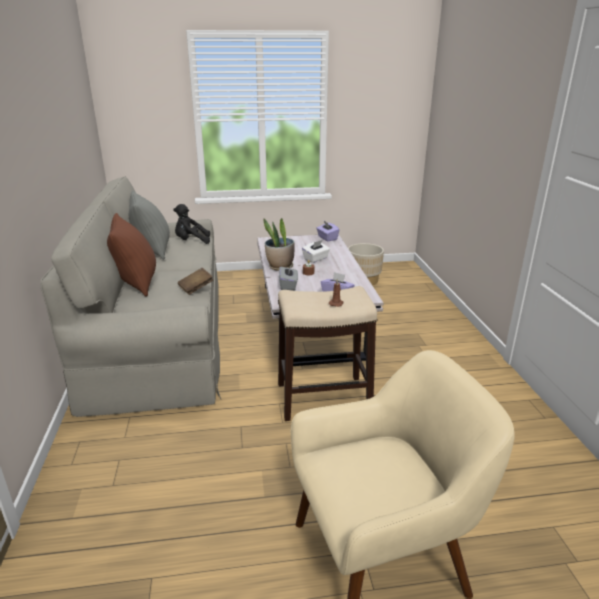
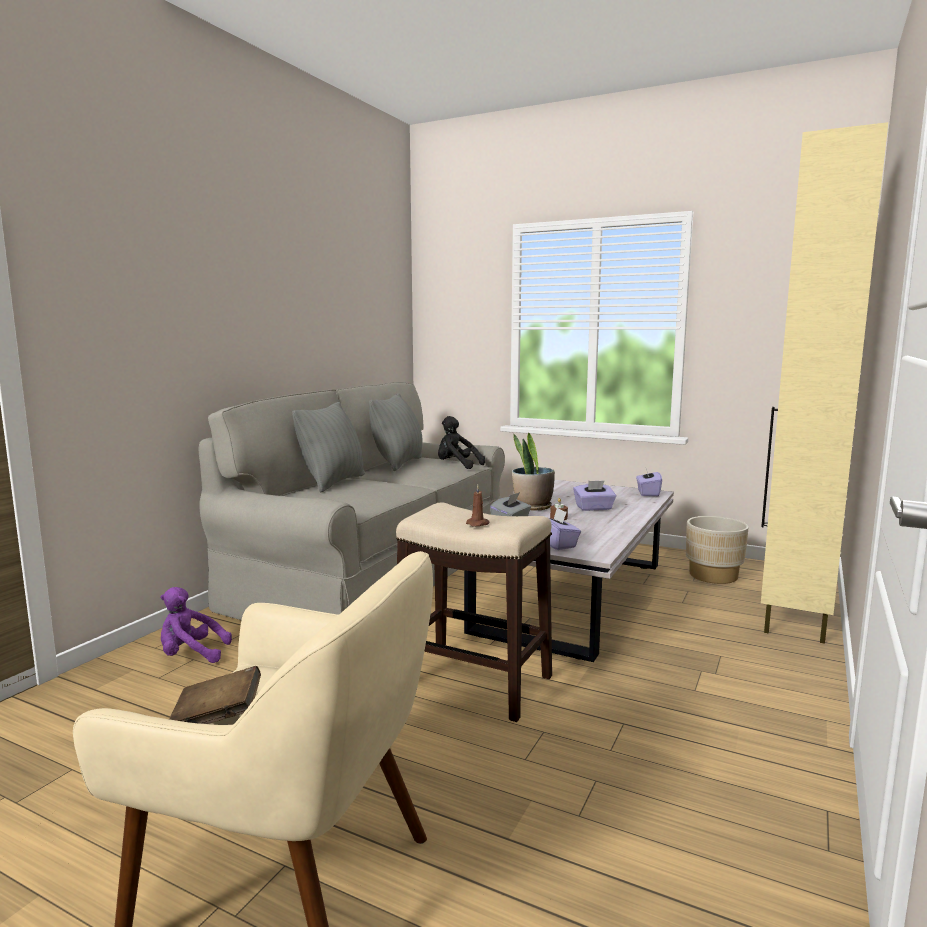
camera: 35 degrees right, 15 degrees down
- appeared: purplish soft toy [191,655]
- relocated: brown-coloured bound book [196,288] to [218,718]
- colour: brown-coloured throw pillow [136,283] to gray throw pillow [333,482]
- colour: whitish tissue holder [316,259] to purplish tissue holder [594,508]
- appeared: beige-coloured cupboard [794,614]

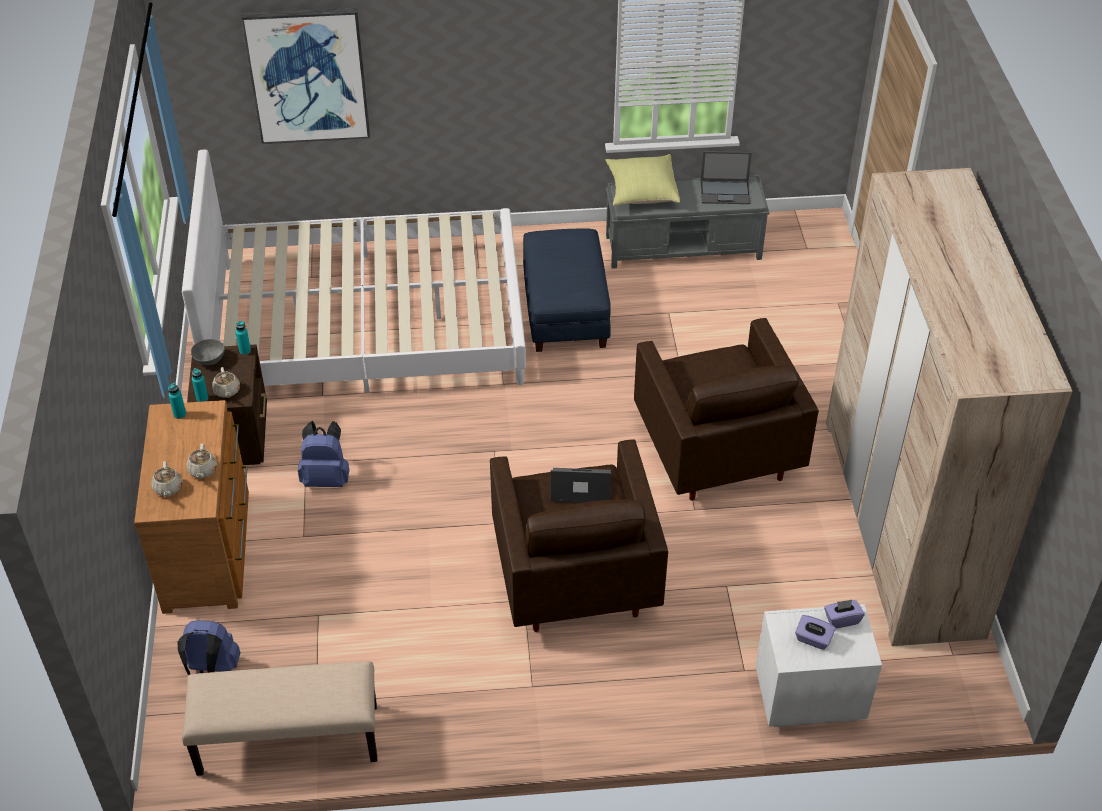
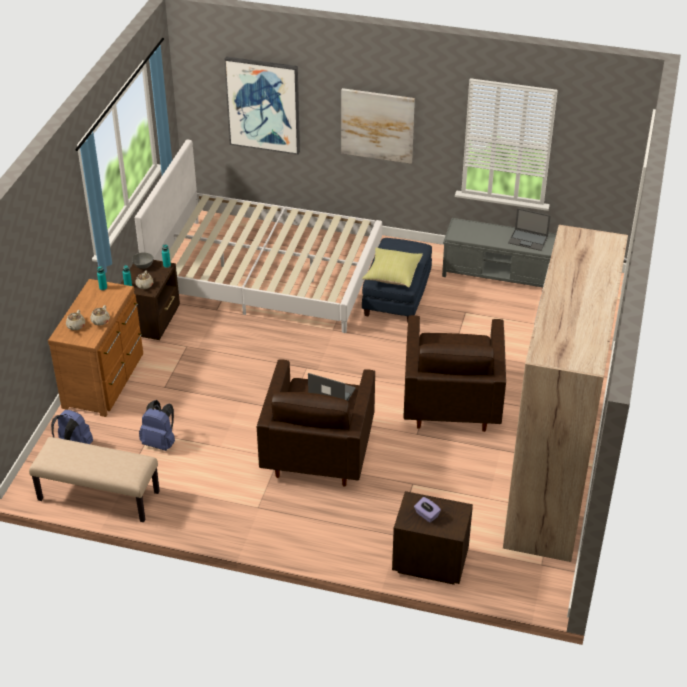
camera: 20 degrees right, 5 degrees down
- relocated: blue-coloured rucksack [326,478] to [160,442]
- appeared: picture [377,125]
- relocated: yellow throw pillow [641,192] to [392,275]
- colour: whitish nightstand [807,697] to brown-coloured nightstand [429,562]
- missing: purplish tissue holder [842,619]

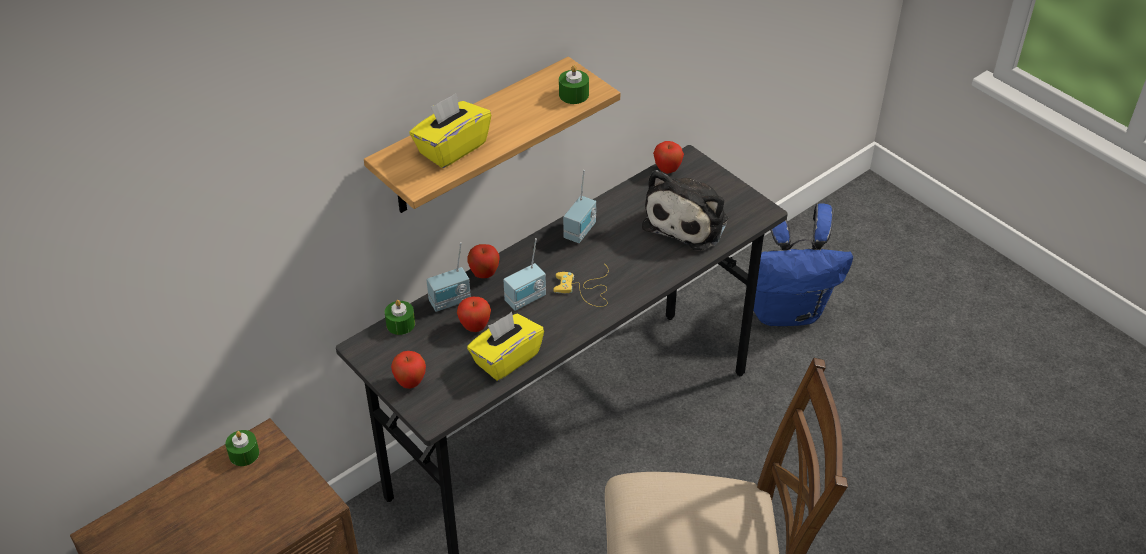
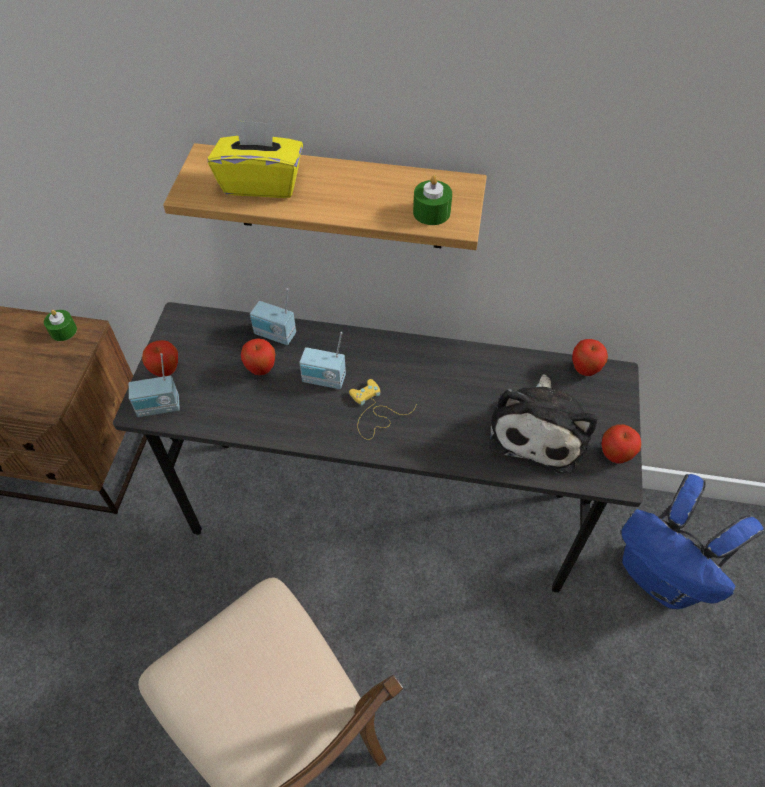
camera: 50 degrees right, 10 degrees up
- relocated: radio [581,231] to [159,408]
- spun: soft toy [689,221] = [539,429] 60 degrees counterclockwise
- relocated: whole apple [484,274] to [614,455]
- missing: green wax light [400,324]
- missing: yellow tissue holder [506,359]

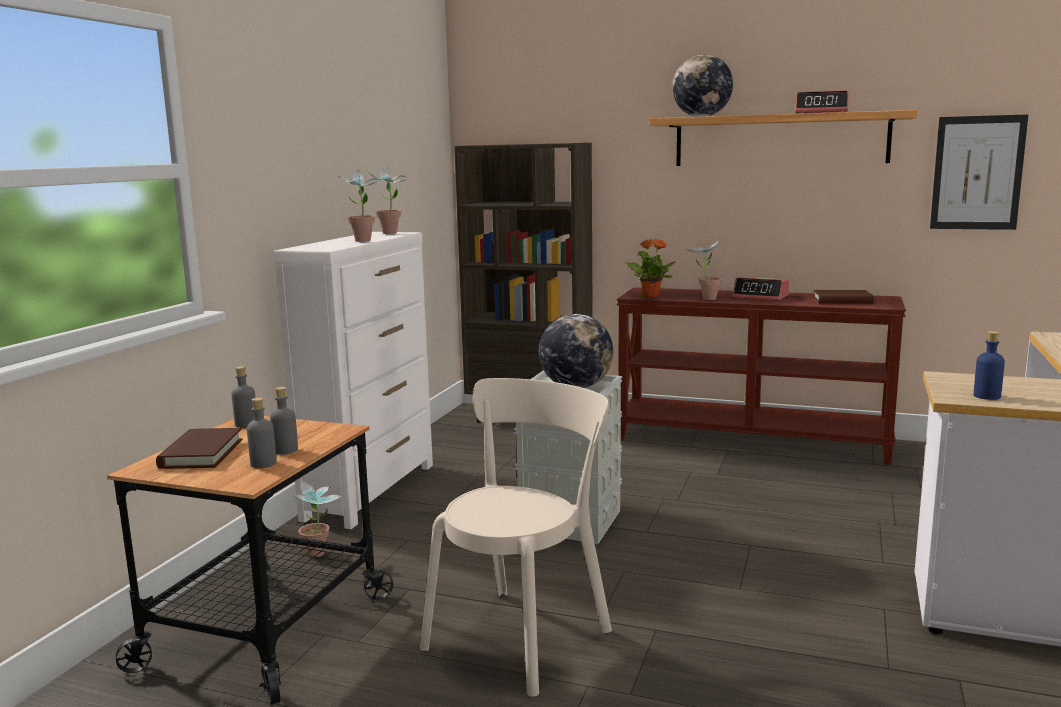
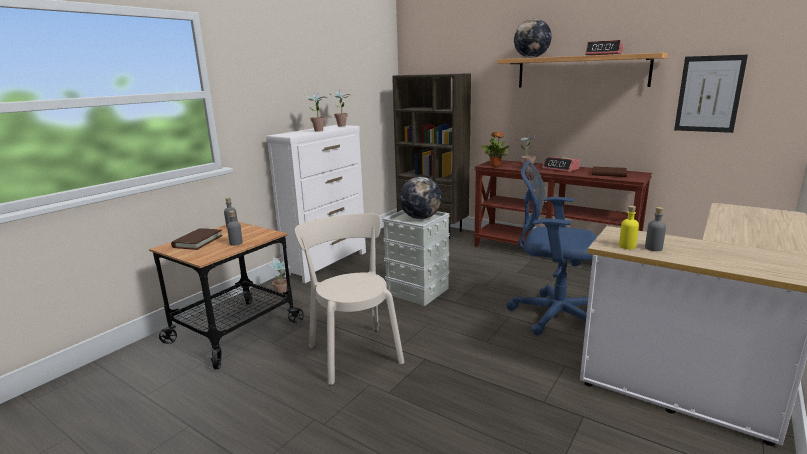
camera: 15 degrees right, 5 degrees up
- spun: beige-coloured chair [522,635] = [353,351] 75 degrees counterclockwise
- appeared: blue-coloured office chair [553,315]
- colour: blue-coloured bottle [987,396] to yellow bottle [627,246]
- relocated: gray bottle [263,463] to [653,248]

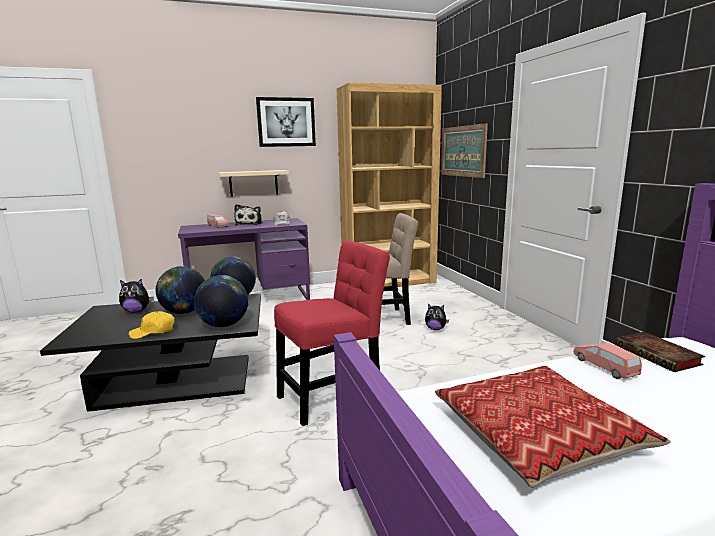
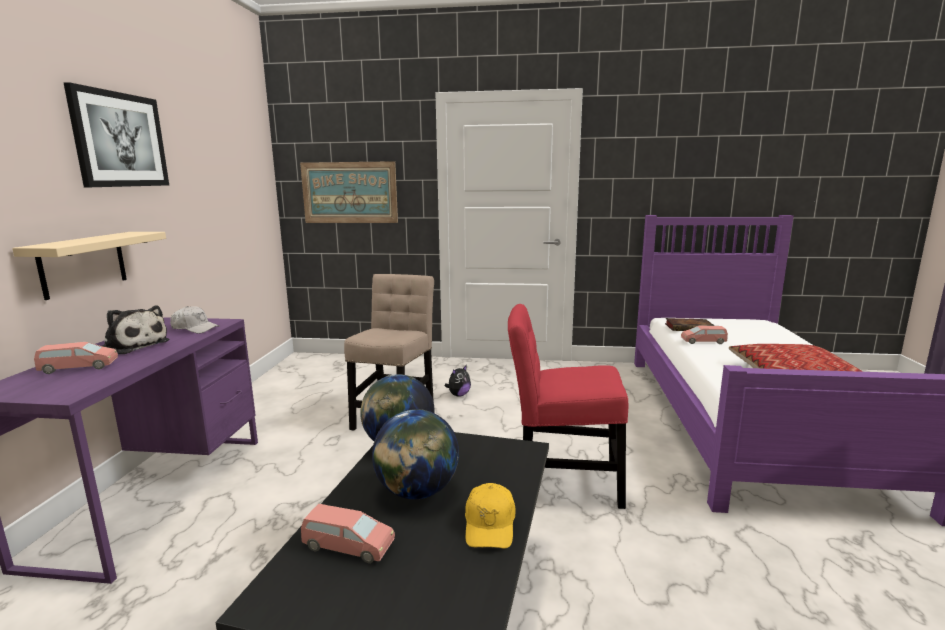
camera: 65 degrees left, 0 degrees up
- exchanged: soft toy [137,311] to pink miniature car [348,546]
- spun: red chair [333,395] = [561,483] 75 degrees counterclockwise
- missing: globe [224,325]
- missing: brown-coloured bookcase [389,282]

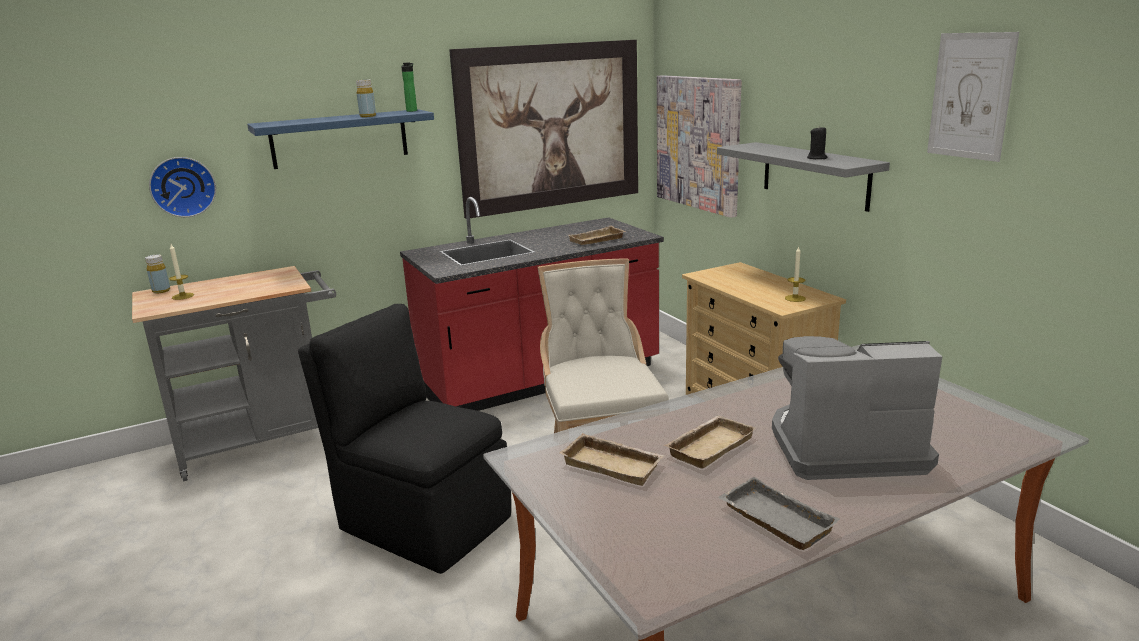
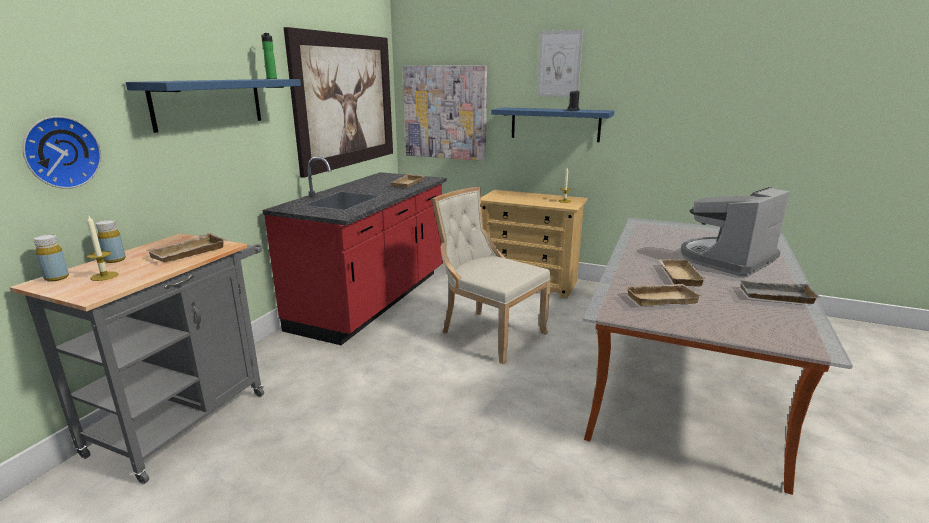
camera: 40 degrees left, 0 degrees up
- relocated: yellow bottle [368,116] to [115,260]
- appeared: beige-coloured serving tray [189,253]
- colour: gray shelf [815,175] to blue-coloured shelf [555,124]
- relocated: picture [970,96] to [559,64]
- missing: black chair [422,521]

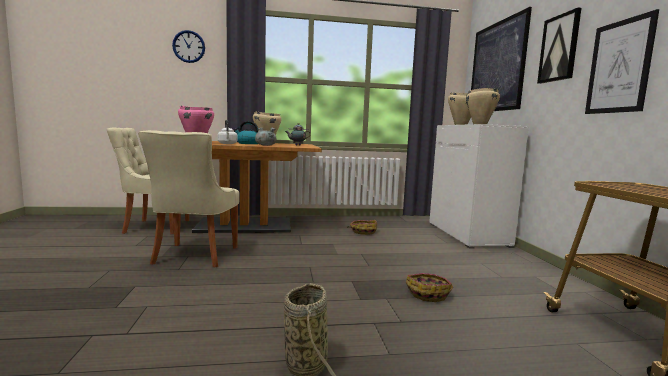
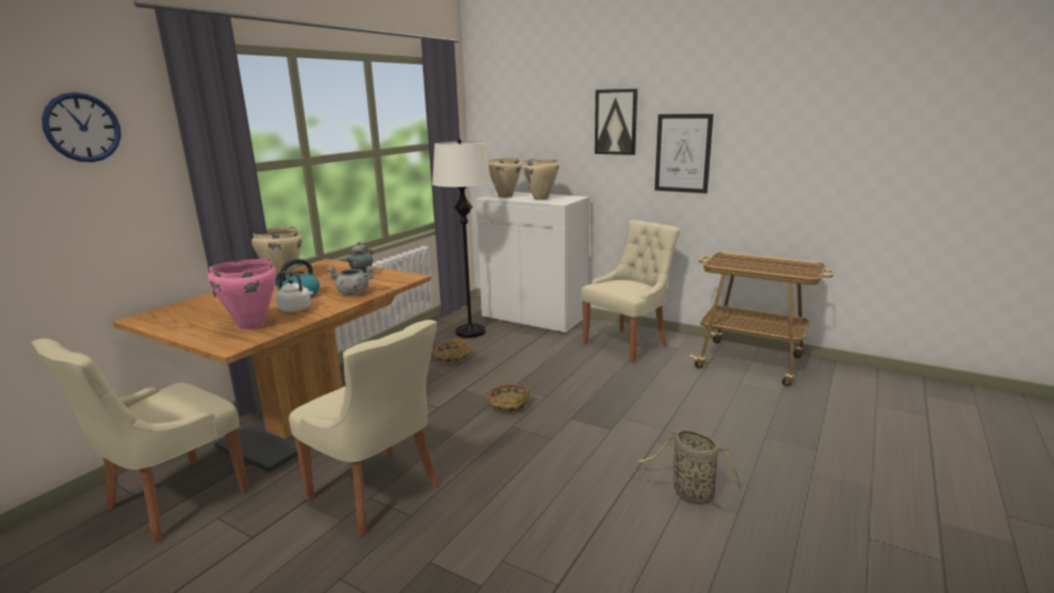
camera: 50 degrees left, 10 degrees up
- appeared: whitish floor lamp [470,332]
- relocated: storage basket [428,293] to [508,404]
- appeared: beige-coloured chair [628,344]
- missing: picture [497,67]

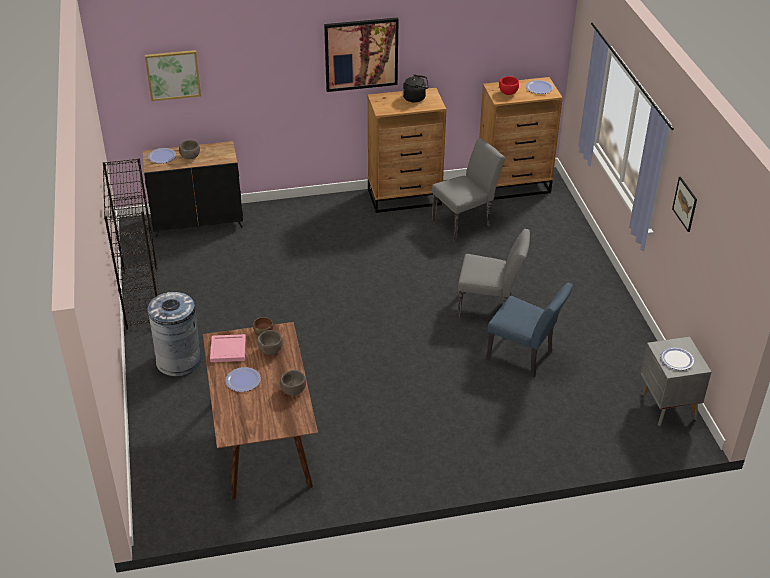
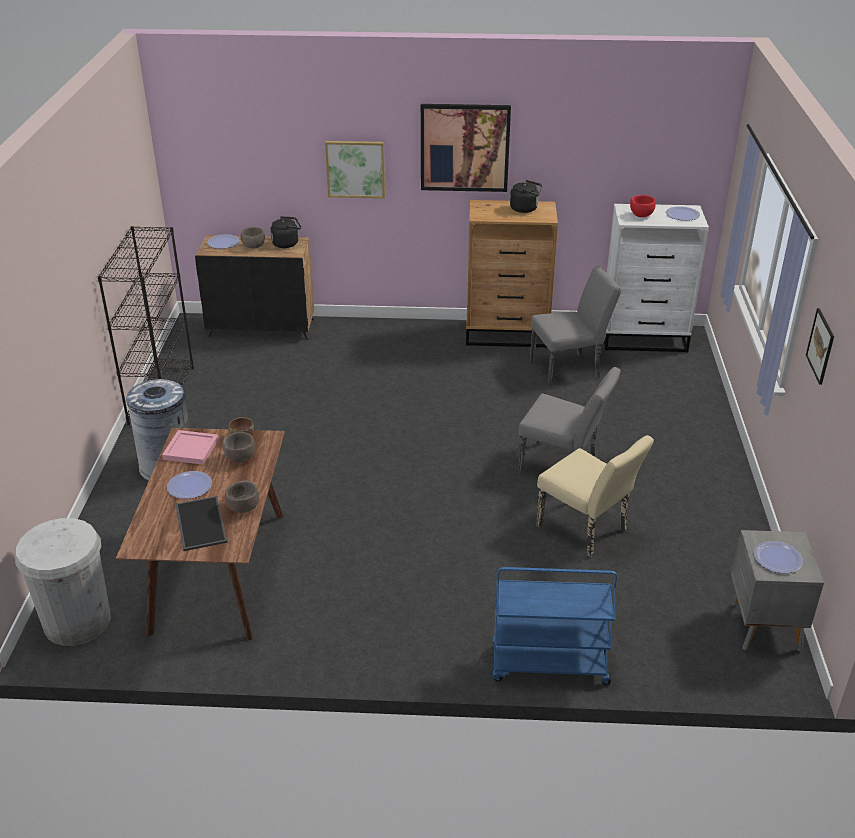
camera: 15 degrees right, 5 degrees down
- appeared: whitish rubbish bin [77,621]
- appeared: serving tray [199,523]
- appeared: black tea kettle [287,243]
- relocated: picture [173,75] to [355,169]
- appeared: blue-coloured trolley [548,665]
- colour: blue-coloured chair [524,357] to beige-coloured chair [587,531]
- colour: brown-coloured chest of drawers [514,185] to whitish chest of drawers [644,339]

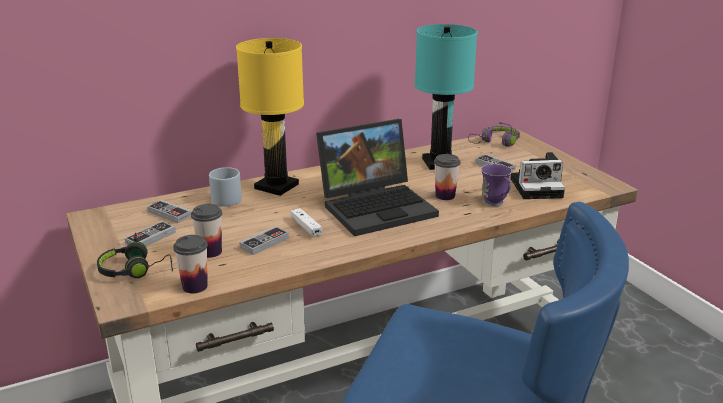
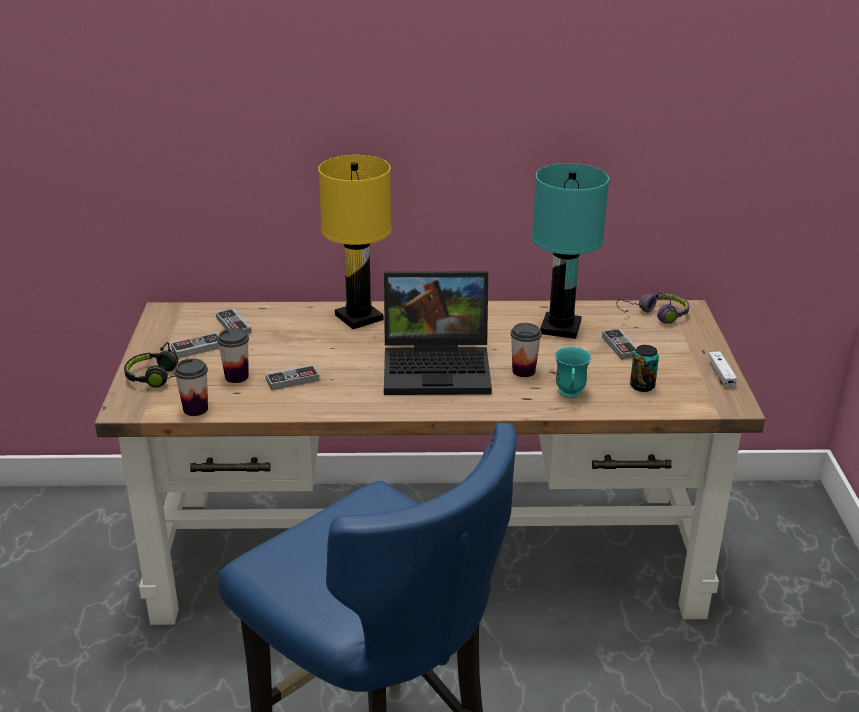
camera: 25 degrees right, 5 degrees up
- colour: purplish mug [496,204] to turquoise mug [570,395]
- exchanged: still camera [538,187] to can [642,386]
- relocated: whitish game controller [306,227] to [721,374]
- missing: gray mug [226,197]

